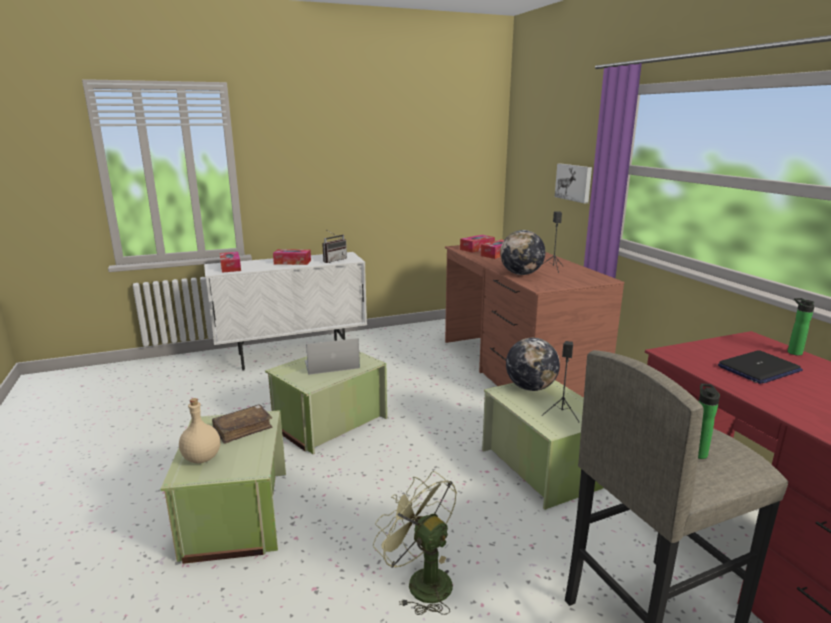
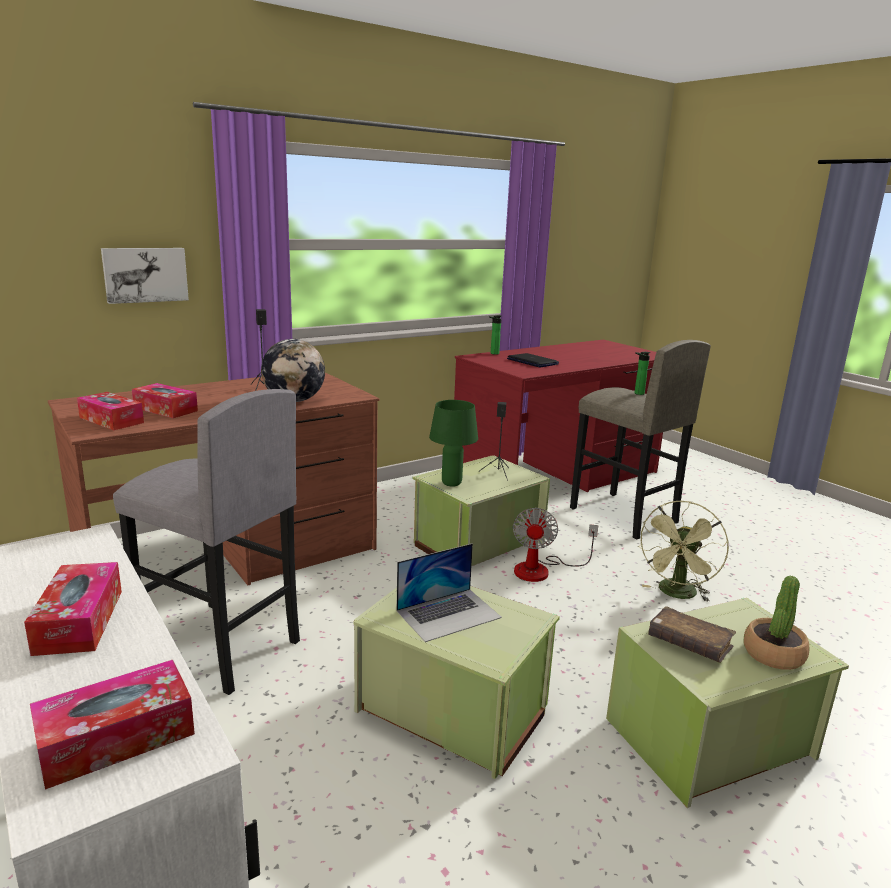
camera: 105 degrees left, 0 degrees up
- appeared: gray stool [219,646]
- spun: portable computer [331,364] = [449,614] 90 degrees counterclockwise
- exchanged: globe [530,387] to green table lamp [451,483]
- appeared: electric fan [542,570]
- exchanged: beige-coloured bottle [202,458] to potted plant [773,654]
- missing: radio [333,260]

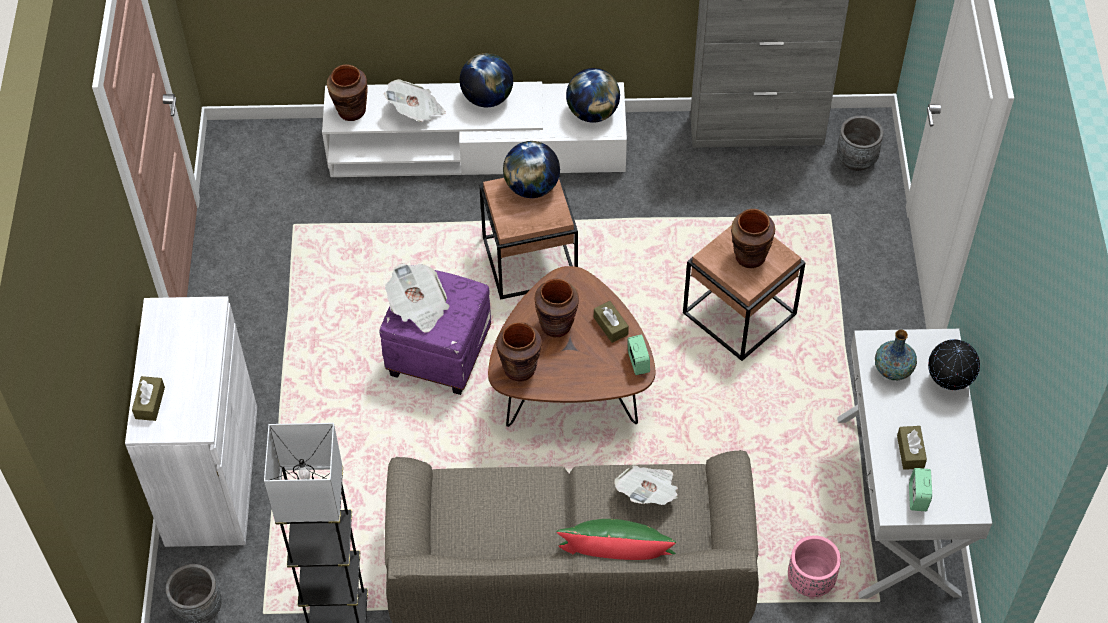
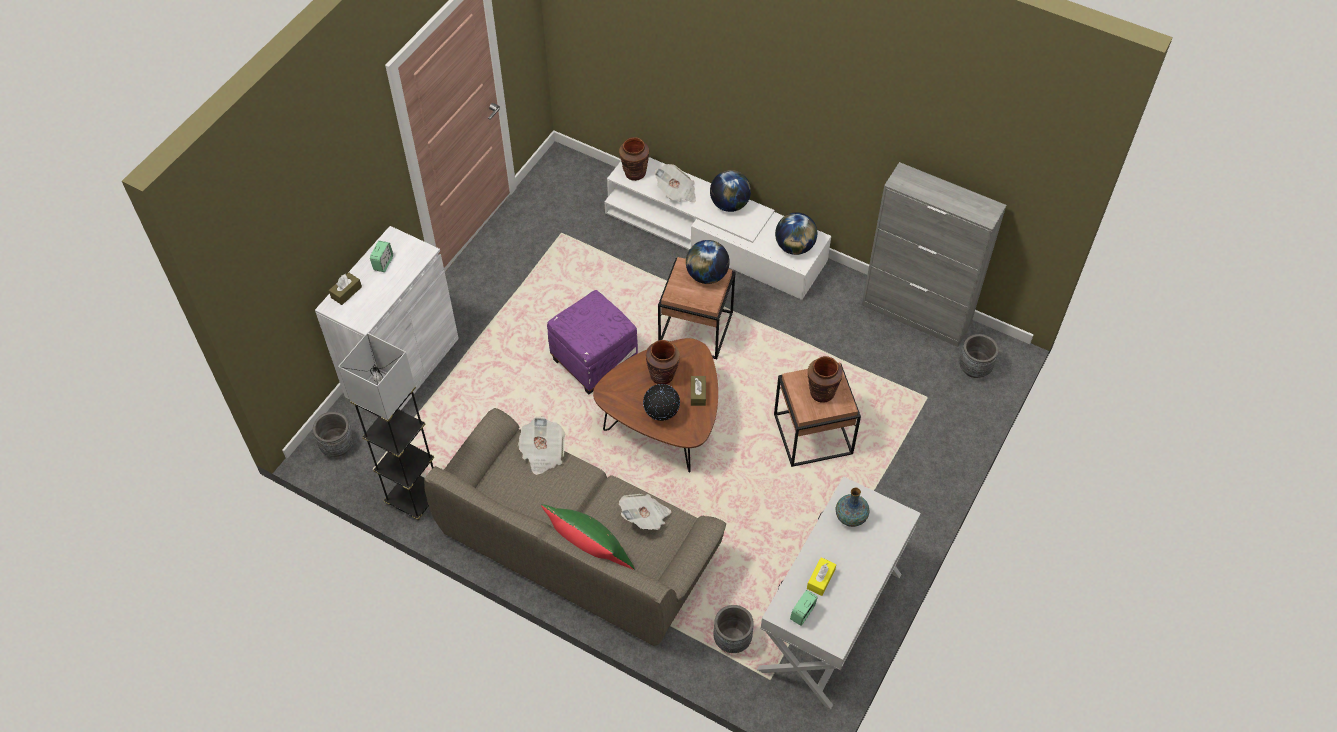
camera: 30 degrees right, 0 degrees up
- relocated: alarm clock [638,363] to [383,263]
- relocated: newspaper [418,307] to [542,453]
- relocated: globe [948,382] to [661,415]
- colour: pink flower pot [810,581] to gray flower pot [732,639]
- colour: brown-coloured tissue holder [910,452] to yellow tissue holder [820,579]
- missing: brown-coloured vase [520,369]

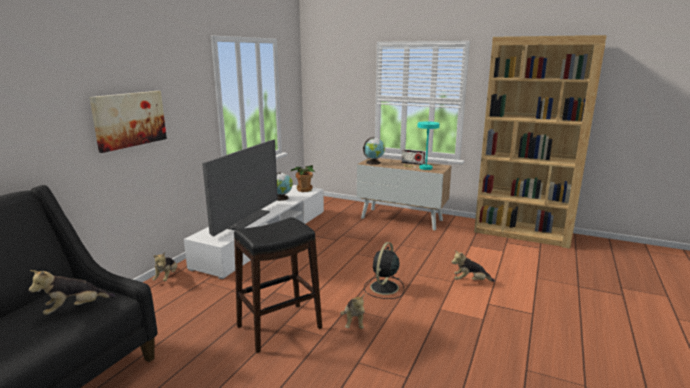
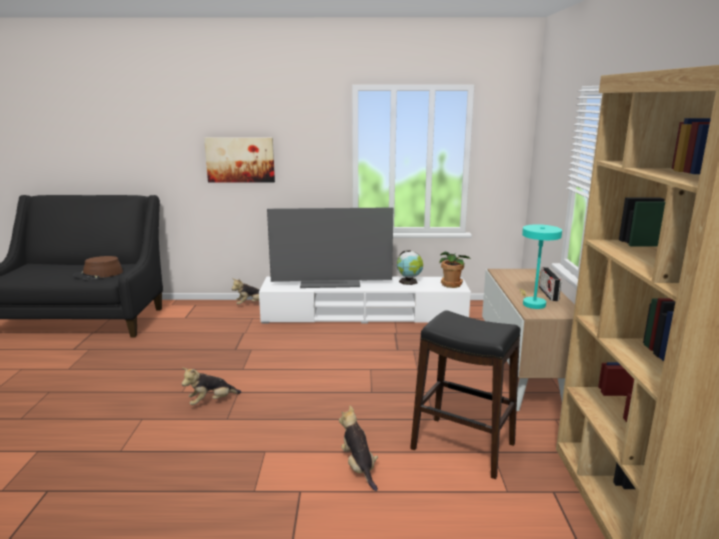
camera: 65 degrees right, 0 degrees up
- exchanged: soft toy [75,309] to brown-coloured hat [98,274]
- relocated: black stool [279,327] to [463,446]
- missing: globe [374,162]
- missing: black electric fan [384,288]

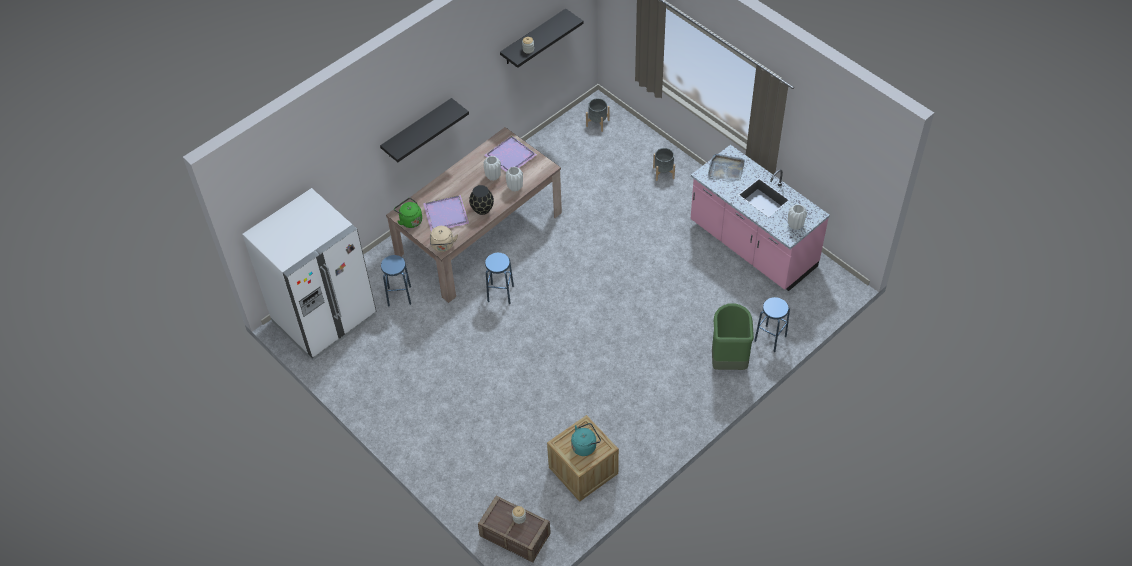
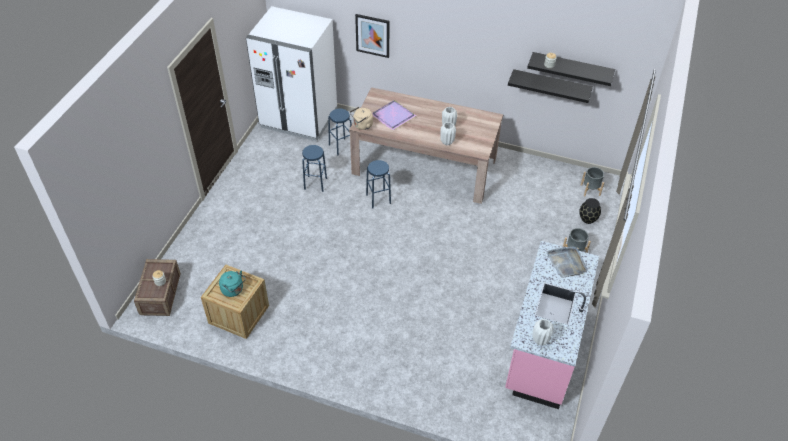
camera: 60 degrees right, 5 degrees down
- relocated: blue-coloured stool [770,338] to [315,183]
- appeared: picture [372,35]
- relocated: black shelf [417,128] to [551,85]
- relocated: black vase [482,209] to [588,219]
- missing: green tea kettle [410,220]
- missing: purplish serving tray [510,156]
- missing: green rubbish bin [728,360]

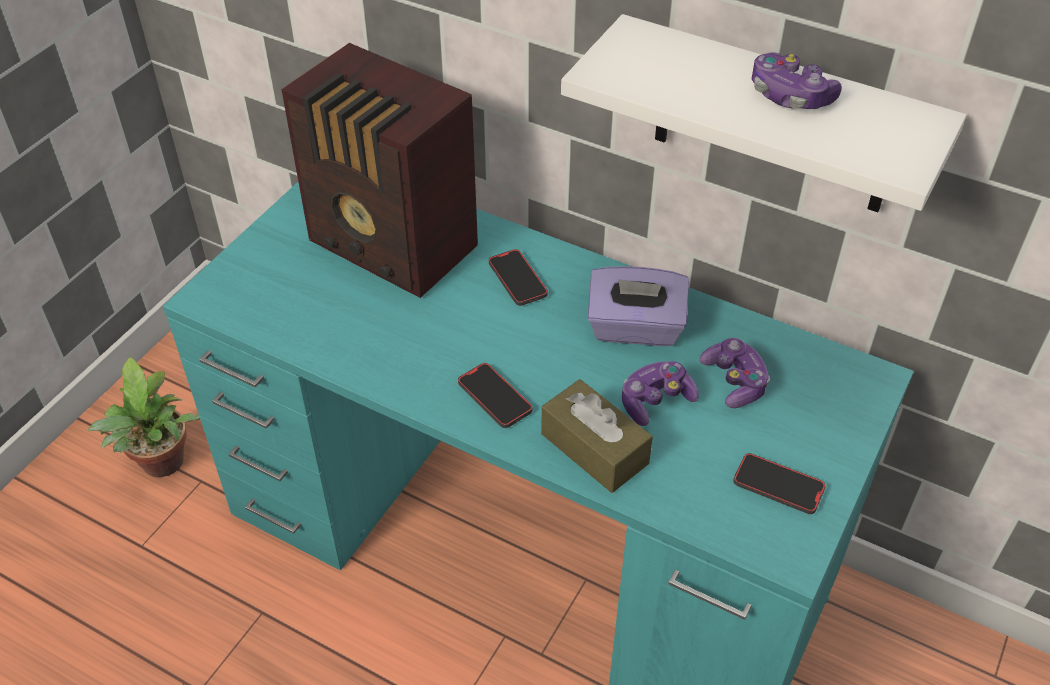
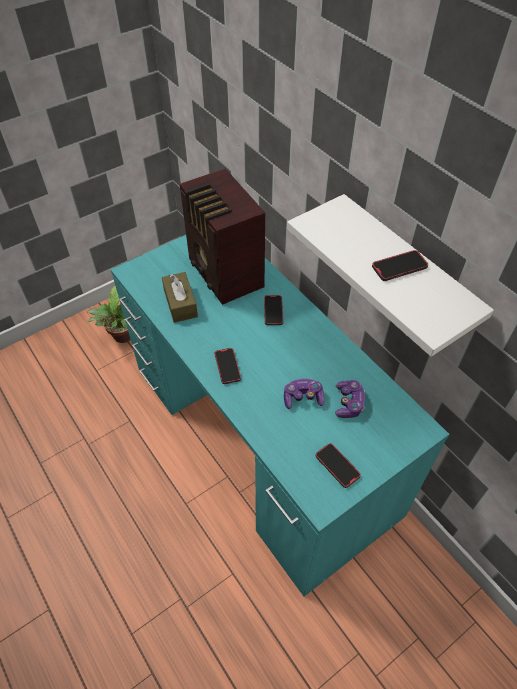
camera: 25 degrees right, 5 degrees up
- relocated: brown-coloured tissue holder [594,448] to [180,303]
- exchanged: game controller [790,96] to telephone [399,267]
- missing: purplish tissue holder [635,329]

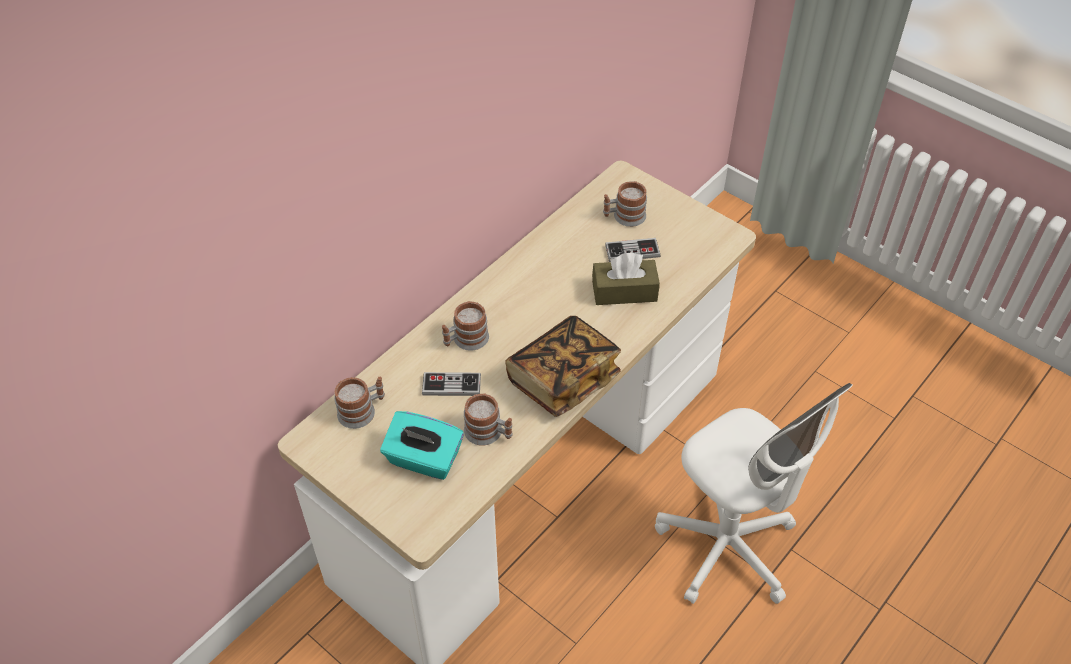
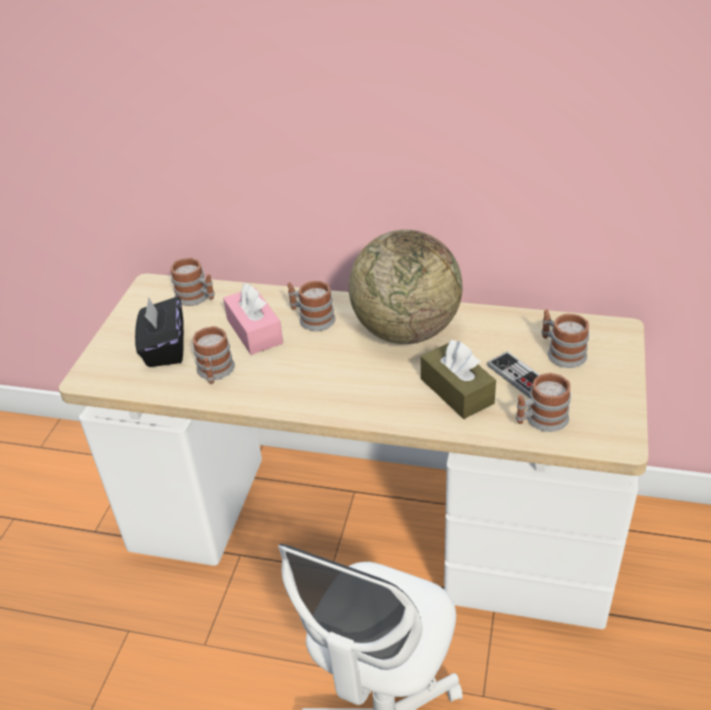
camera: 65 degrees right, 10 degrees down
- colour: turquoise tissue holder [424,459] to black tissue holder [164,348]
- exchanged: game controller [451,385] to pink tissue holder [254,331]
- appeared: globe [406,331]
- appeared: mug [540,420]
- missing: bound book [563,379]

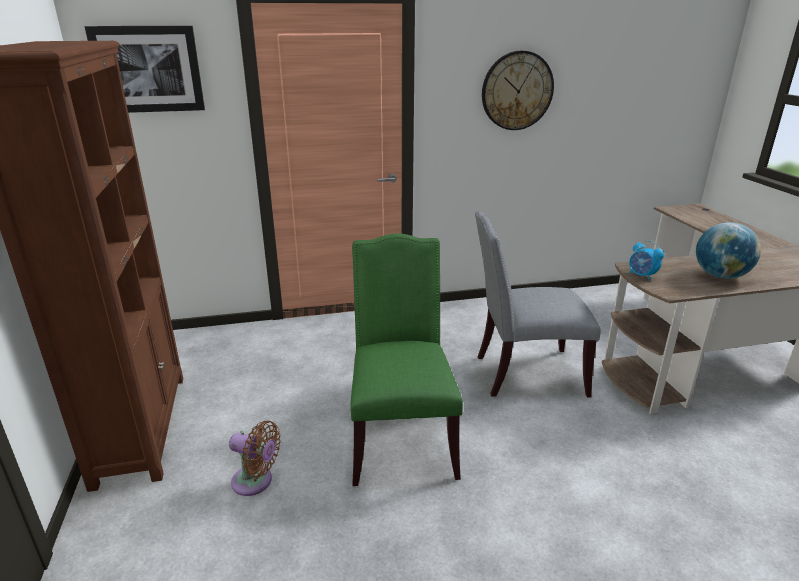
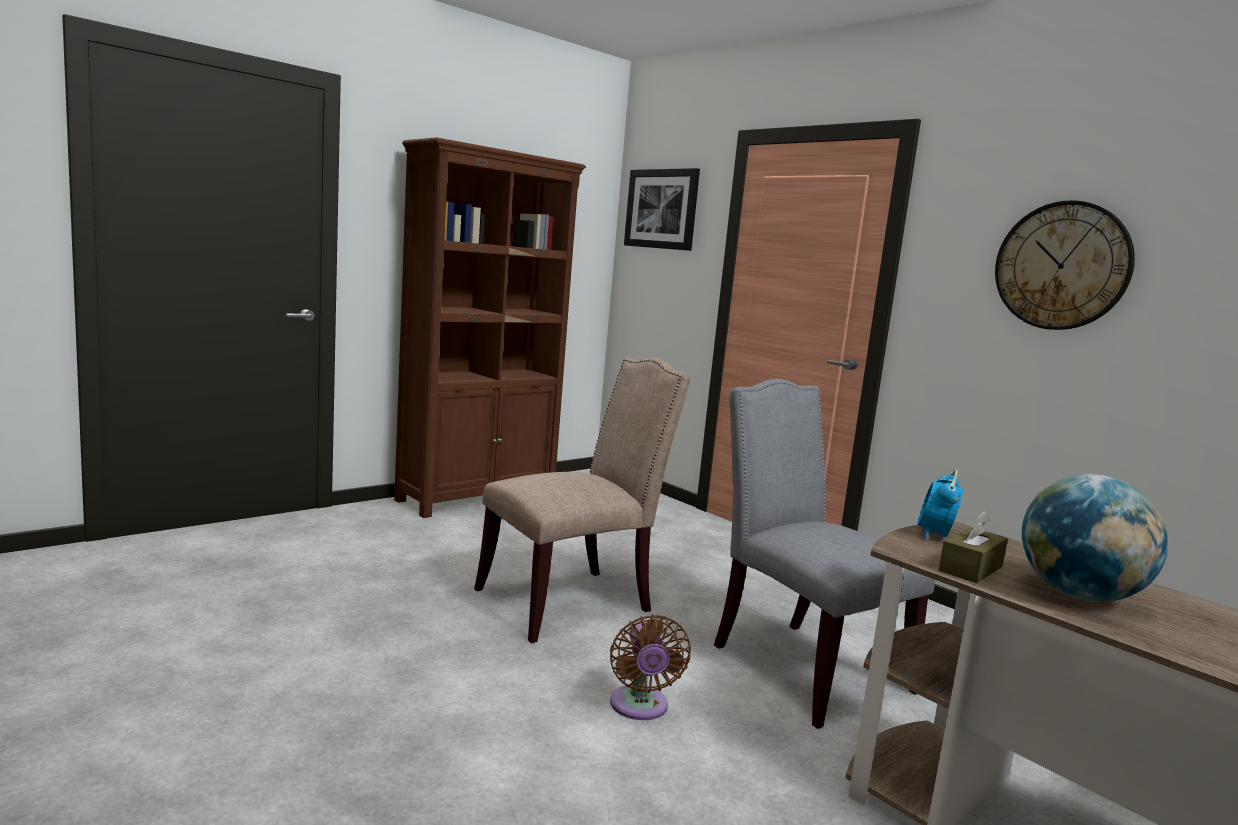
camera: 60 degrees right, 15 degrees down
- colour: green chair [401,437] to beige-coloured chair [571,601]
- relocated: brown-coloured electric fan [256,482] to [640,707]
- appeared: brown-coloured tissue holder [970,568]

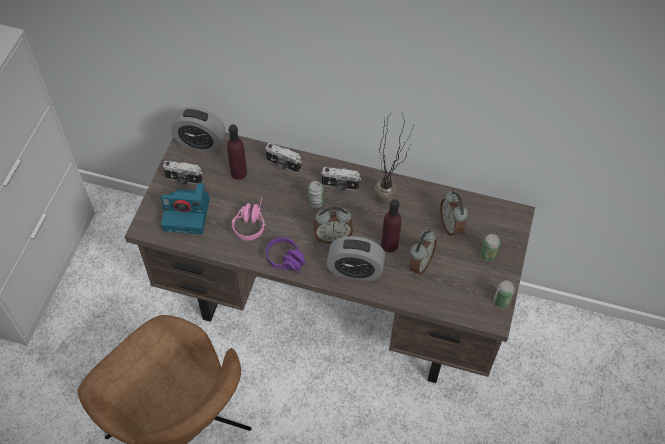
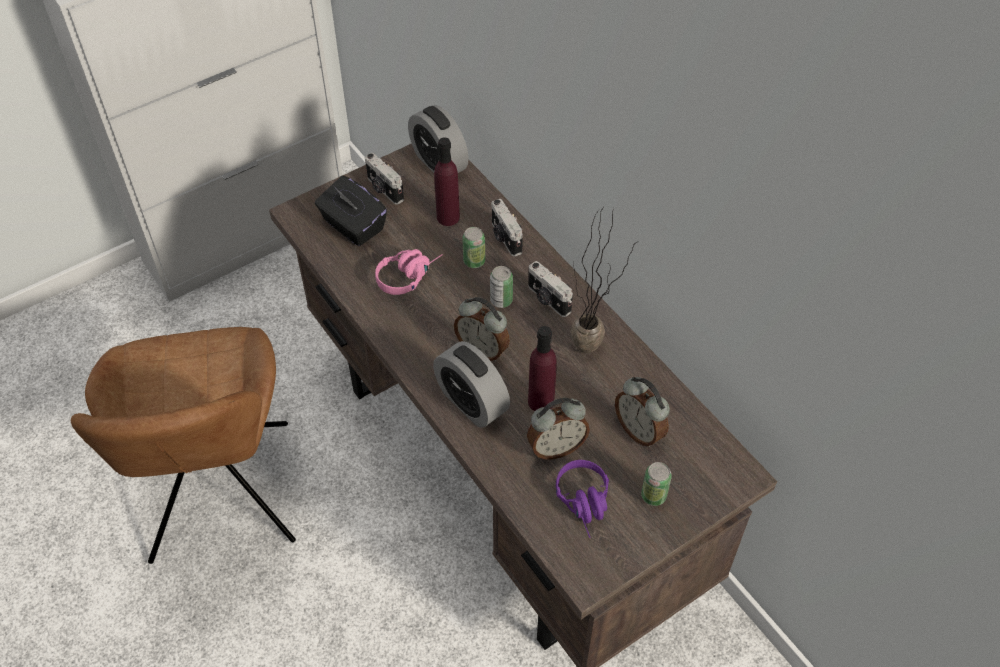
camera: 40 degrees right, 5 degrees down
- exchanged: still camera [188,214] to black tissue holder [353,226]
- relocated: can [501,301] to [474,261]
- relocated: purplish headphones [290,262] to [586,505]
- spun: alarm clock [451,226] = [639,431] 60 degrees counterclockwise

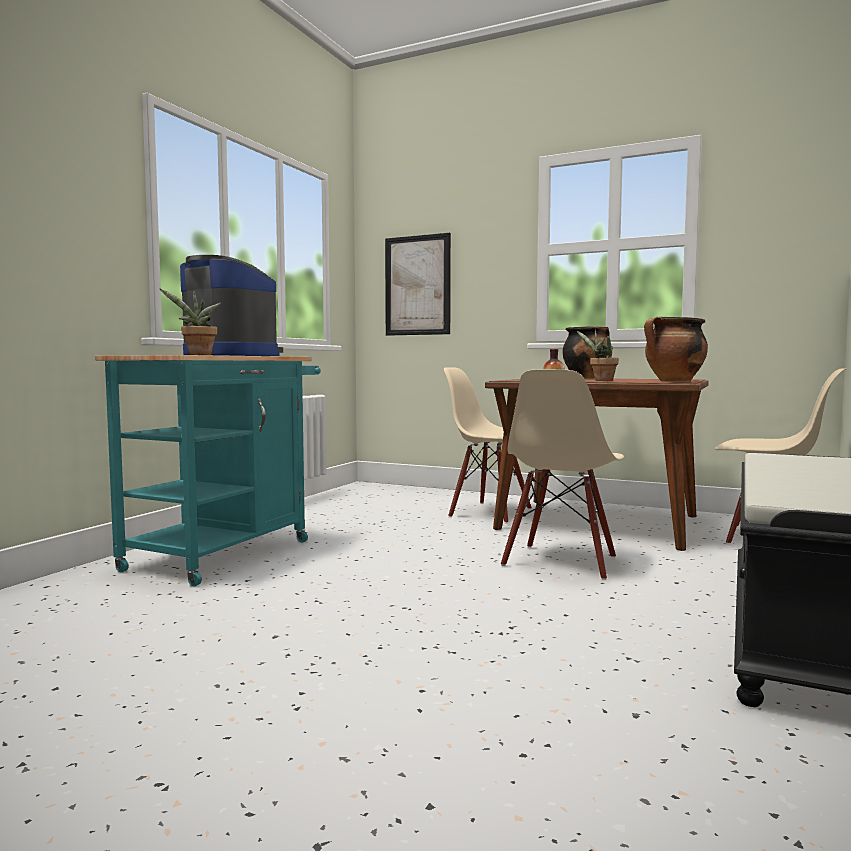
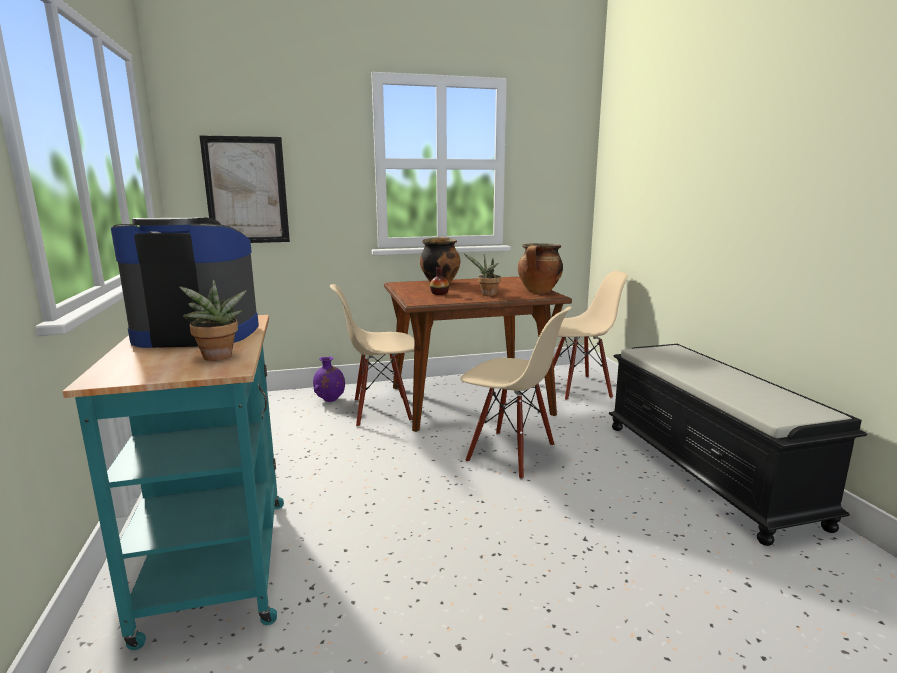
camera: 40 degrees left, 10 degrees up
- appeared: purplish vase [330,400]
- spun: beige-coloured chair [561,562] = [511,454] 45 degrees counterclockwise

